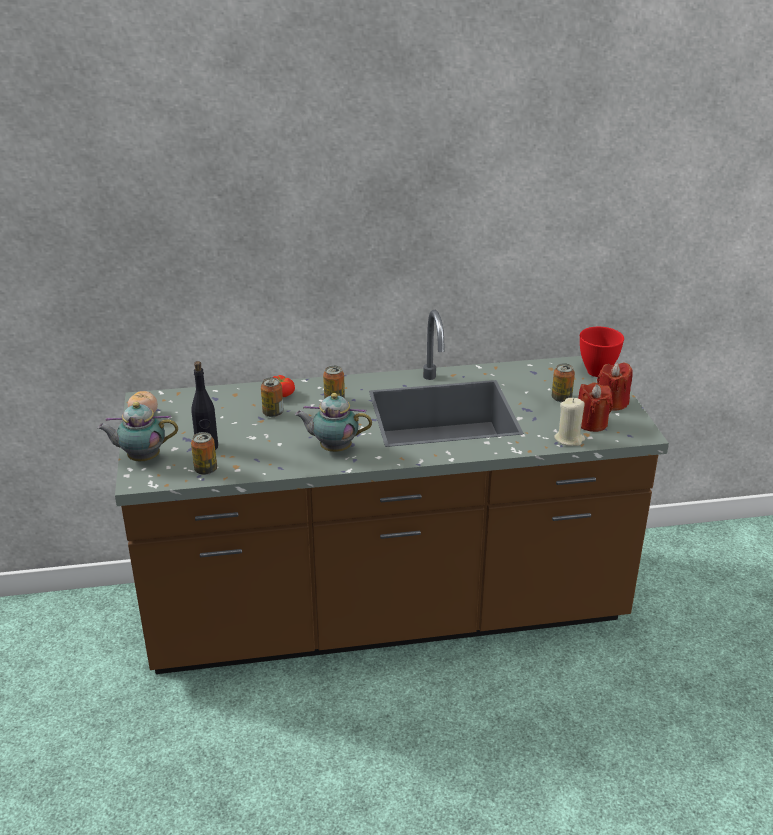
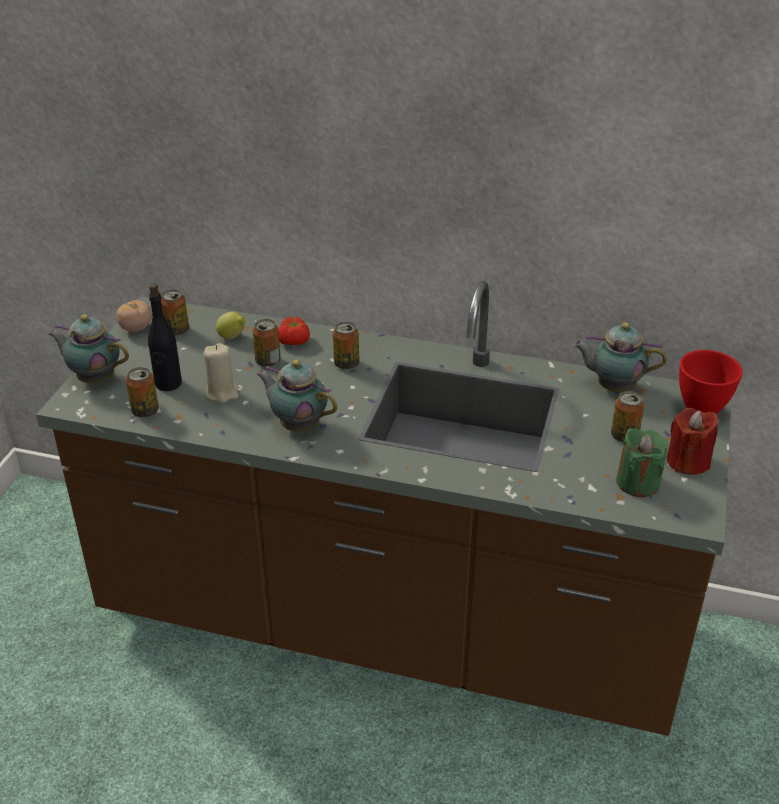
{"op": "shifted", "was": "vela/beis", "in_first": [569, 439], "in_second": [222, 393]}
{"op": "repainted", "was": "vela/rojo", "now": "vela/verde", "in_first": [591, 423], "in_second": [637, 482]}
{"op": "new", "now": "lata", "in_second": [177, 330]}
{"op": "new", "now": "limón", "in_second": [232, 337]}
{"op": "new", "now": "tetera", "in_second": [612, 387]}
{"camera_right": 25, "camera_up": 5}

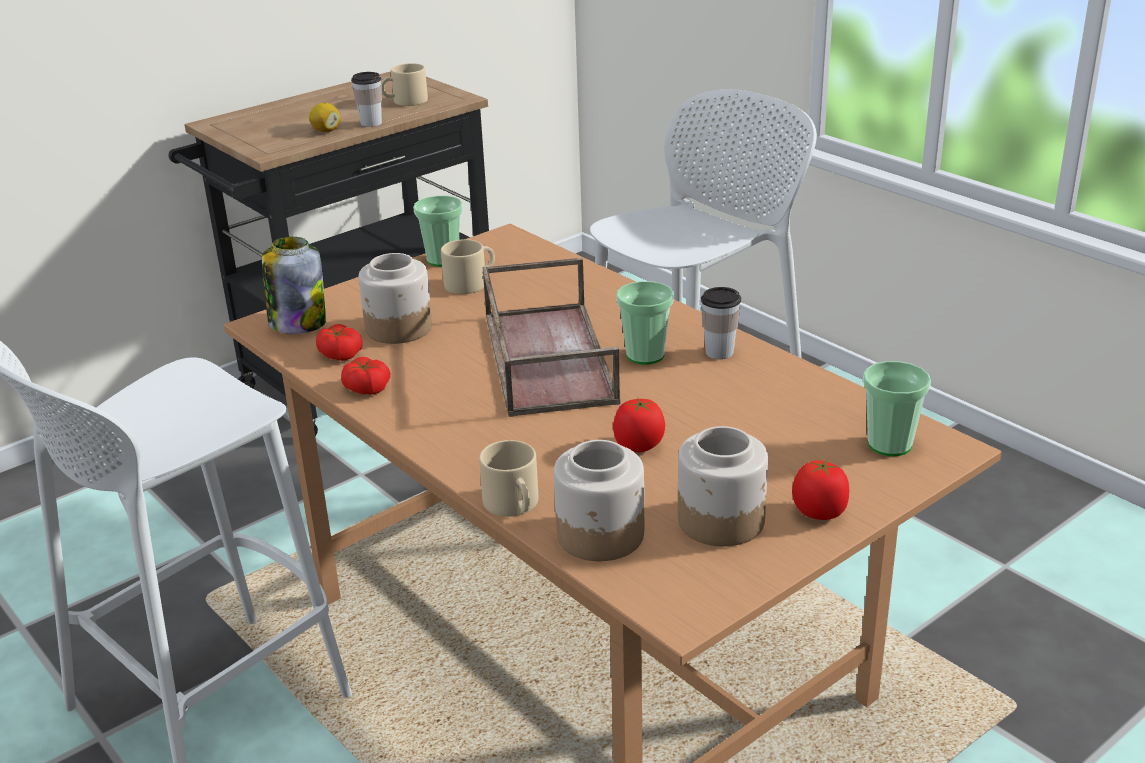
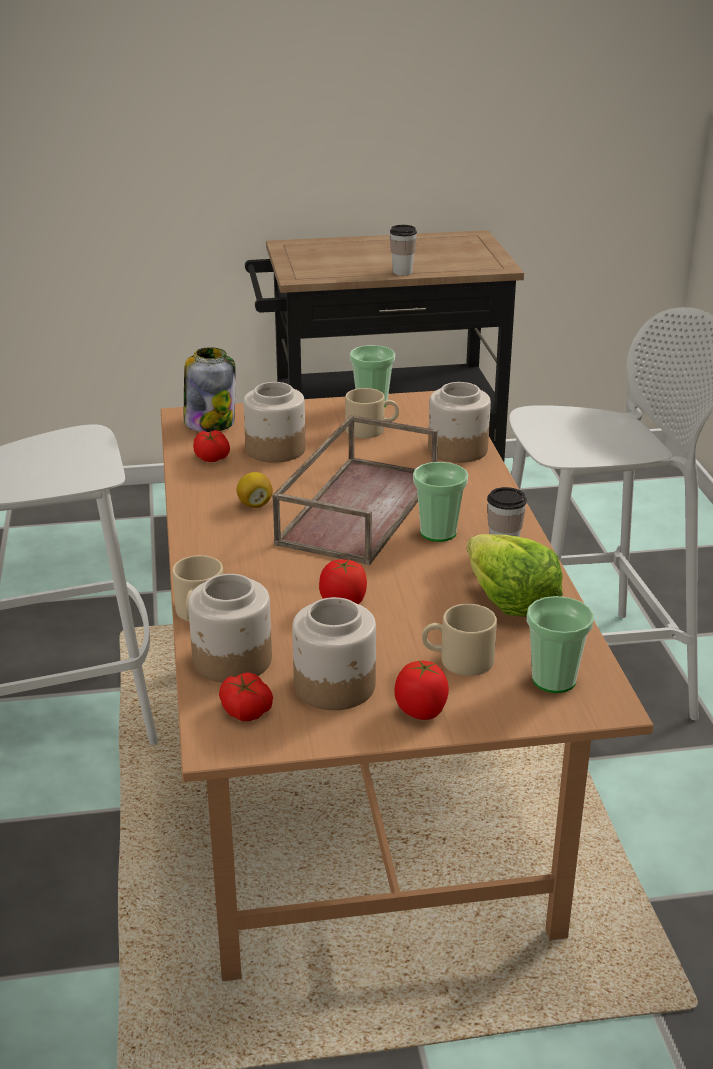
{"op": "shifted", "was": "limón", "in_first": [326, 131], "in_second": [255, 504]}
{"op": "shifted", "was": "tomate", "in_first": [367, 388], "in_second": [245, 709]}
{"op": "shifted", "was": "taza grande/beis", "in_first": [405, 102], "in_second": [457, 660]}
{"op": "new", "now": "tarro", "in_second": [457, 450]}
{"op": "new", "now": "lechuga", "in_second": [510, 601]}
{"camera_right": 30, "camera_up": 0}

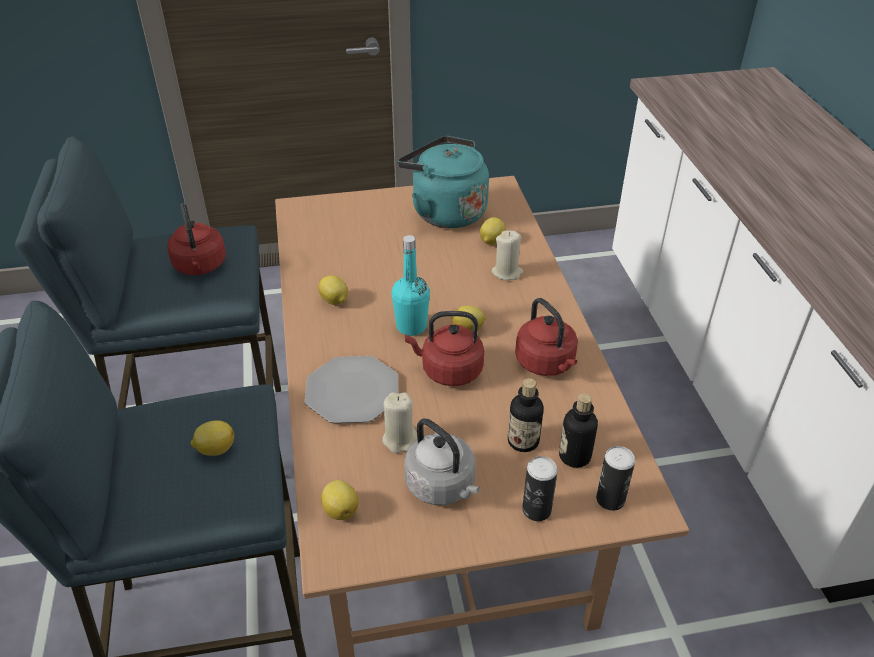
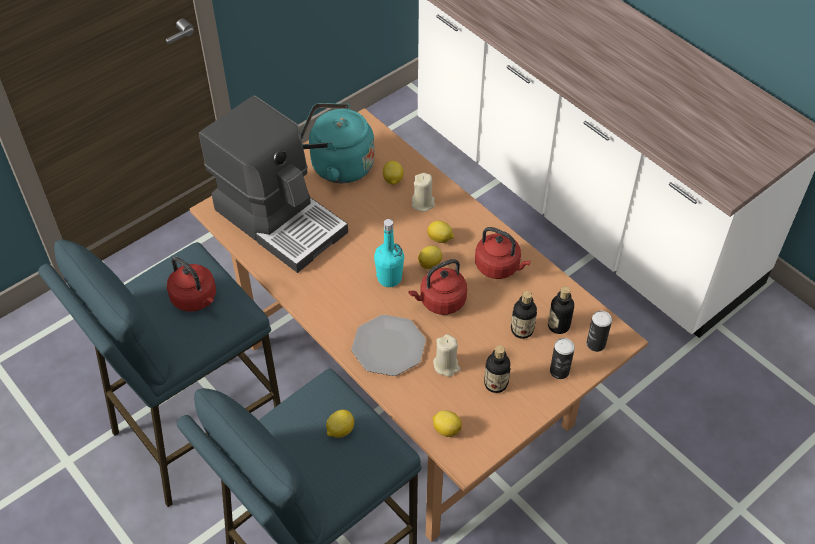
{"op": "shifted", "was": "limón", "in_first": [334, 301], "in_second": [440, 239]}
{"op": "swapped", "was": "hervidor/gris", "now": "botella", "in_first": [443, 486], "in_second": [495, 384]}
{"op": "new", "now": "cafetera", "in_second": [280, 219]}
{"camera_right": -30, "camera_up": 10}

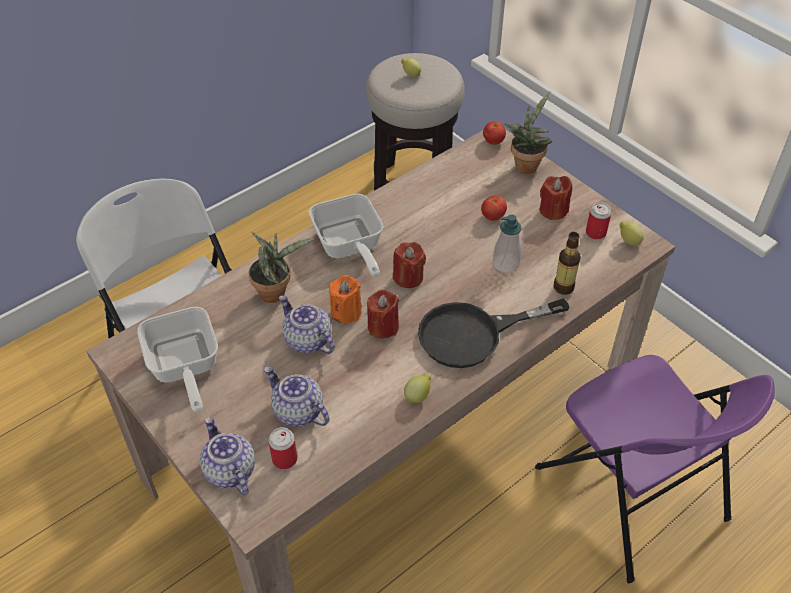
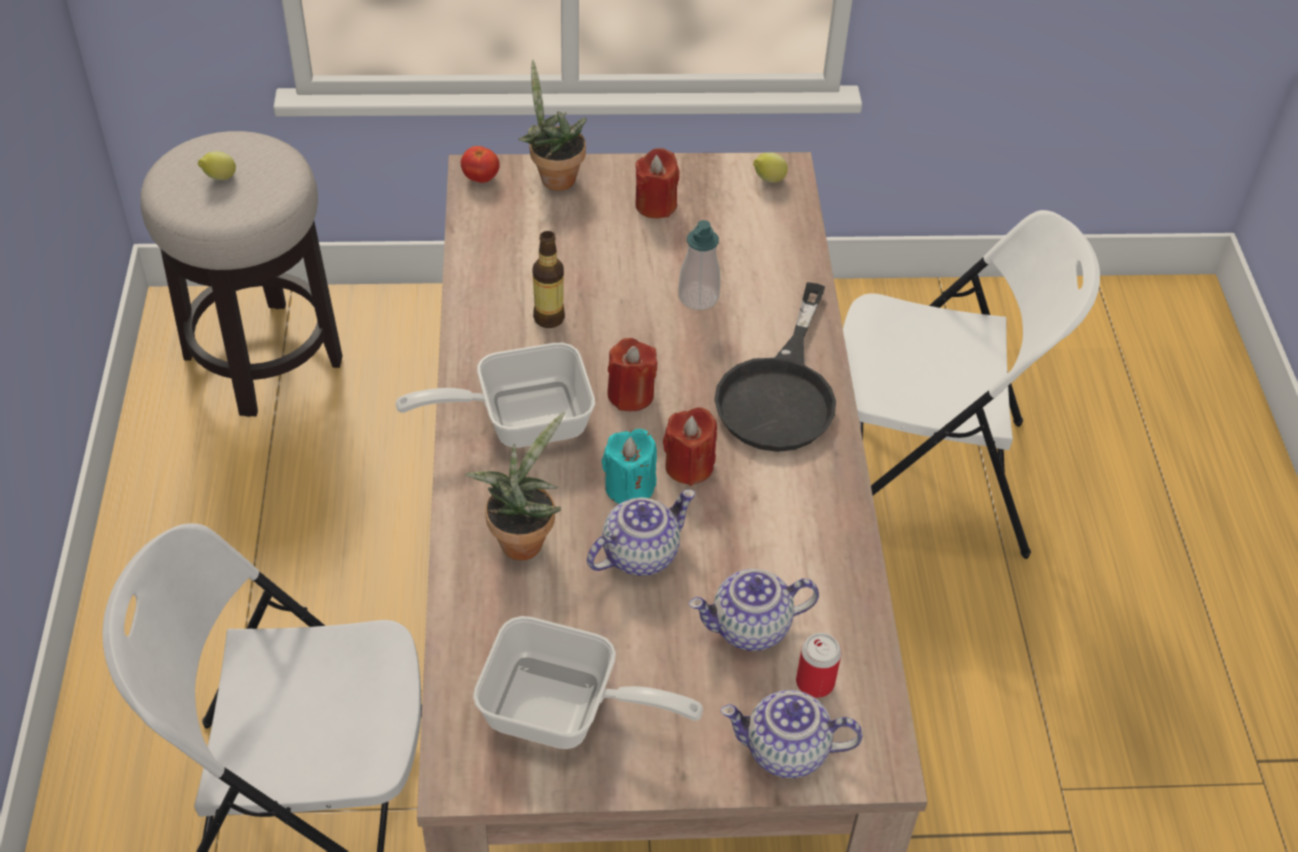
{"op": "rotated", "was": "tetera", "in_first": [307, 340], "in_second": [640, 553], "clockwise": 150}
{"op": "rotated", "was": "sartén", "in_first": [349, 247], "in_second": [519, 419], "clockwise": 150}
{"op": "repainted", "was": "vela/naranja", "now": "vela/turquesa", "in_first": [346, 312], "in_second": [629, 487]}
{"op": "gone", "was": "limón", "in_first": [418, 396]}
{"op": "gone", "was": "tomate", "in_first": [493, 217]}
{"op": "repainted", "was": "silla/morado", "now": "silla/blanco", "in_first": [630, 493], "in_second": [922, 477]}
{"op": "shifted", "was": "botella", "in_first": [563, 287], "in_second": [549, 318]}
{"op": "gone", "was": "lata", "in_first": [595, 233]}
{"camera_right": -55, "camera_up": 0}

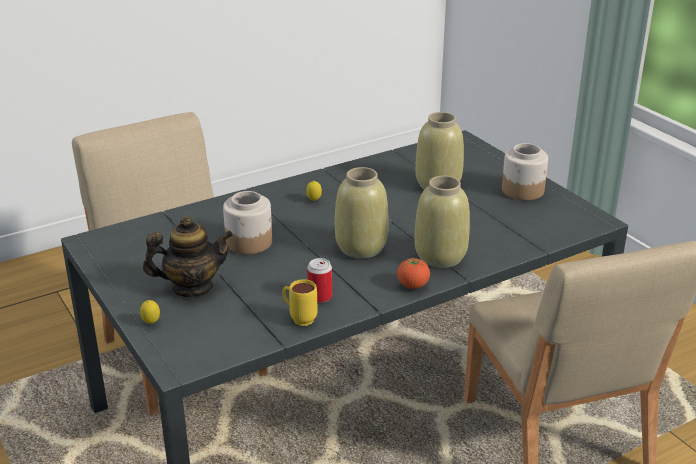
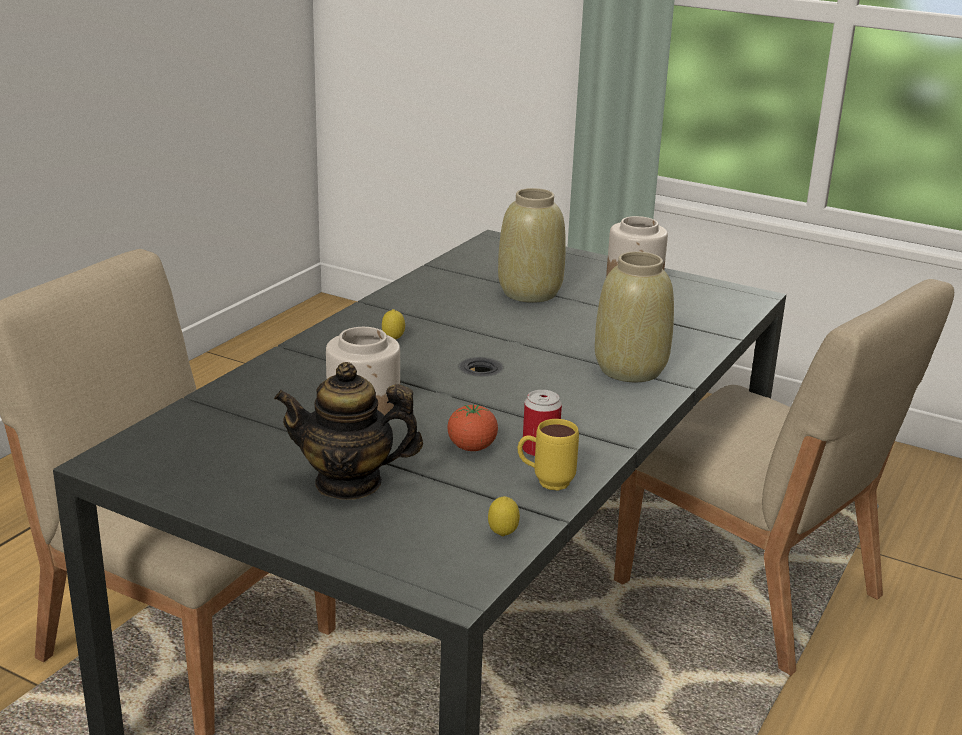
{"op": "shifted", "was": "limón", "in_first": [151, 323], "in_second": [502, 535]}
{"op": "rotated", "was": "tetera", "in_first": [192, 287], "in_second": [349, 483], "clockwise": -135}
{"op": "gone", "was": "florero/beis", "in_first": [360, 248]}
{"op": "shifted", "was": "tomate", "in_first": [413, 286], "in_second": [472, 448]}
{"camera_right": -30, "camera_up": -5}

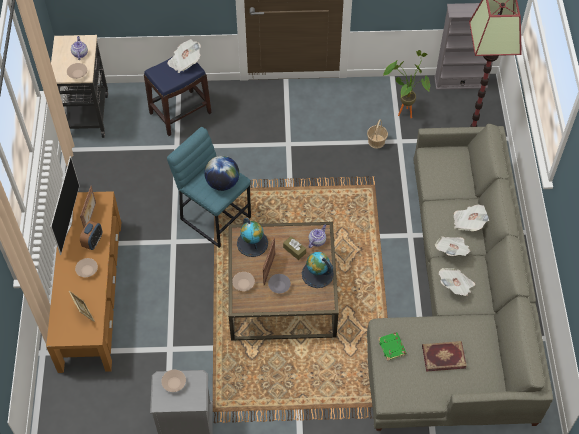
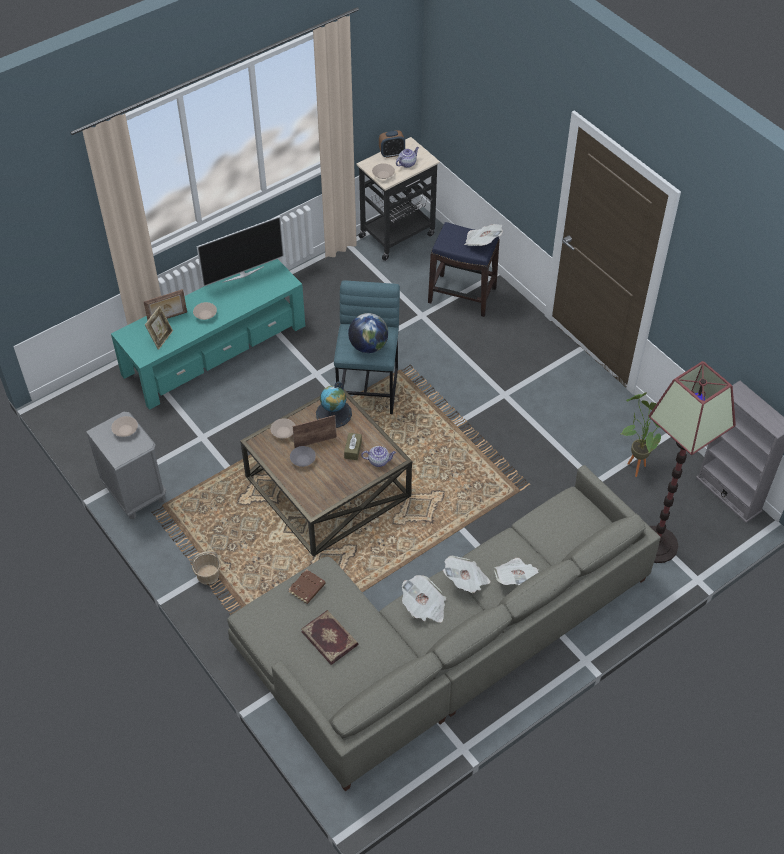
{"op": "repainted", "was": "mueble de televisión/marrón", "now": "mueble de televisión/turquesa", "in_first": [91, 294], "in_second": [215, 350]}
{"op": "shifted", "was": "portarretratos", "in_first": [91, 217], "in_second": [168, 318]}
{"op": "shifted", "was": "despertador", "in_first": [93, 242], "in_second": [392, 154]}
{"op": "gone", "was": "globo terráqueo", "in_first": [317, 274]}
{"op": "shifted", "was": "cesta", "in_first": [376, 141], "in_second": [208, 575]}
{"op": "repainted", "was": "libro/verde", "now": "libro/marrón", "in_first": [392, 347], "in_second": [307, 588]}
{"camera_right": 55, "camera_up": -5}

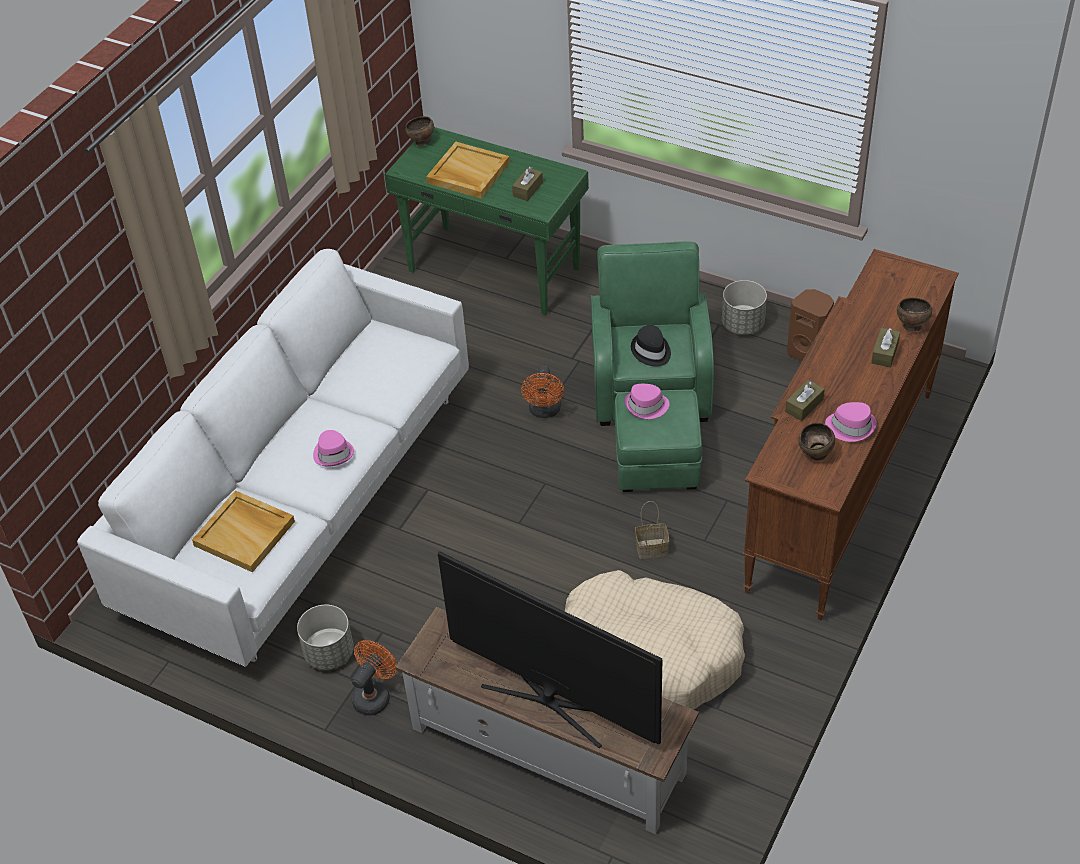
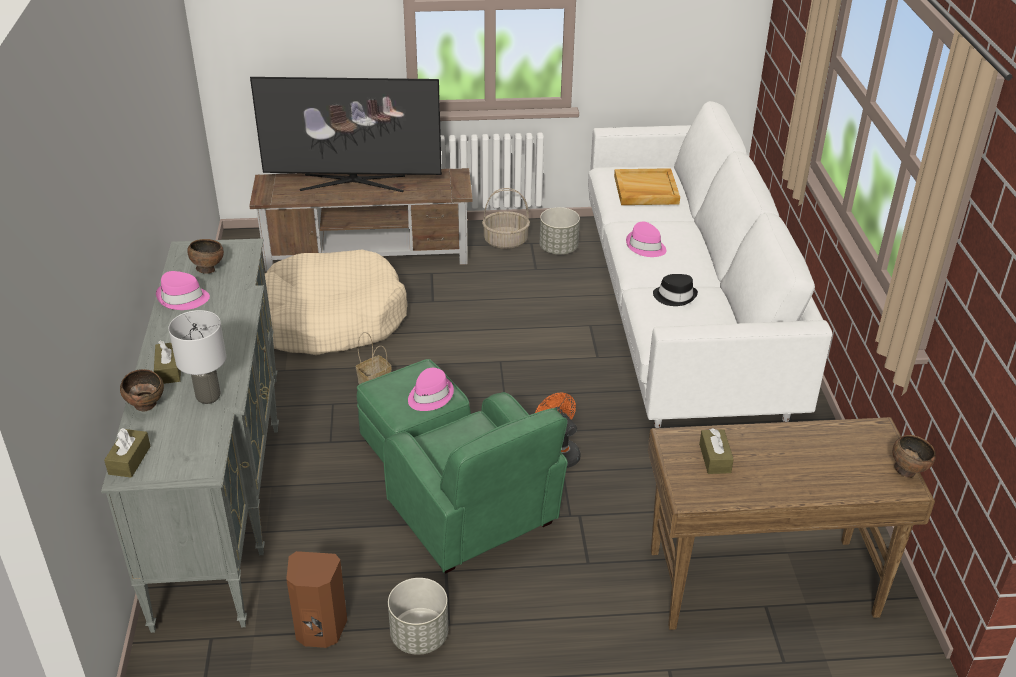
{"op": "swapped", "was": "ventilador/naranja", "now": "cesta", "in_first": [374, 695], "in_second": [506, 241]}
{"op": "repainted", "was": "mesa consola/verde", "now": "mesa consola/marrón", "in_first": [495, 270], "in_second": [760, 584]}
{"op": "gone", "was": "bandeja/beis", "in_first": [467, 173]}
{"op": "shifted", "was": "sombrero/negro", "in_first": [651, 351], "in_second": [675, 296]}
{"op": "repainted", "was": "armario/marrón", "now": "armario/gris", "in_first": [839, 489], "in_second": [223, 490]}
{"op": "shifted", "was": "caja de pañuelos/marrón", "in_first": [804, 406], "in_second": [129, 460]}
{"op": "new", "now": "lámpara de mesa/blanco", "in_second": [207, 397]}
{"camera_right": 145, "camera_up": -10}

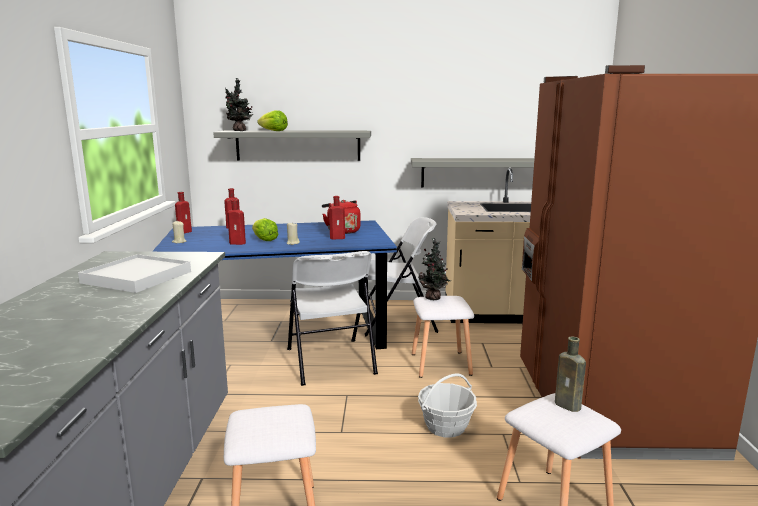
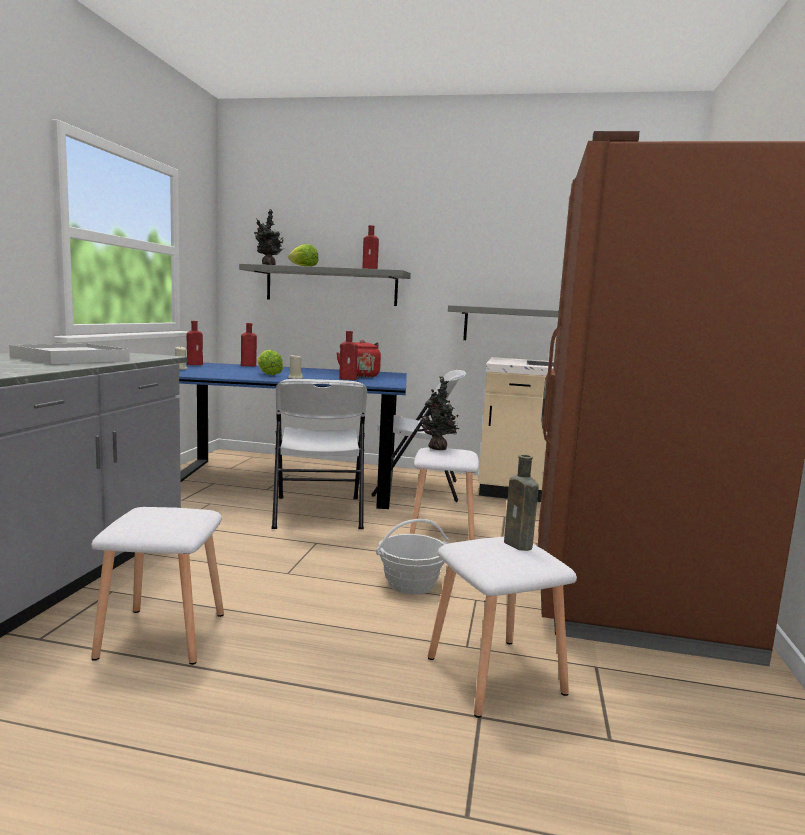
{"op": "shifted", "was": "botella/rojo", "in_first": [238, 243], "in_second": [371, 269]}
{"camera_right": 10, "camera_up": -5}

